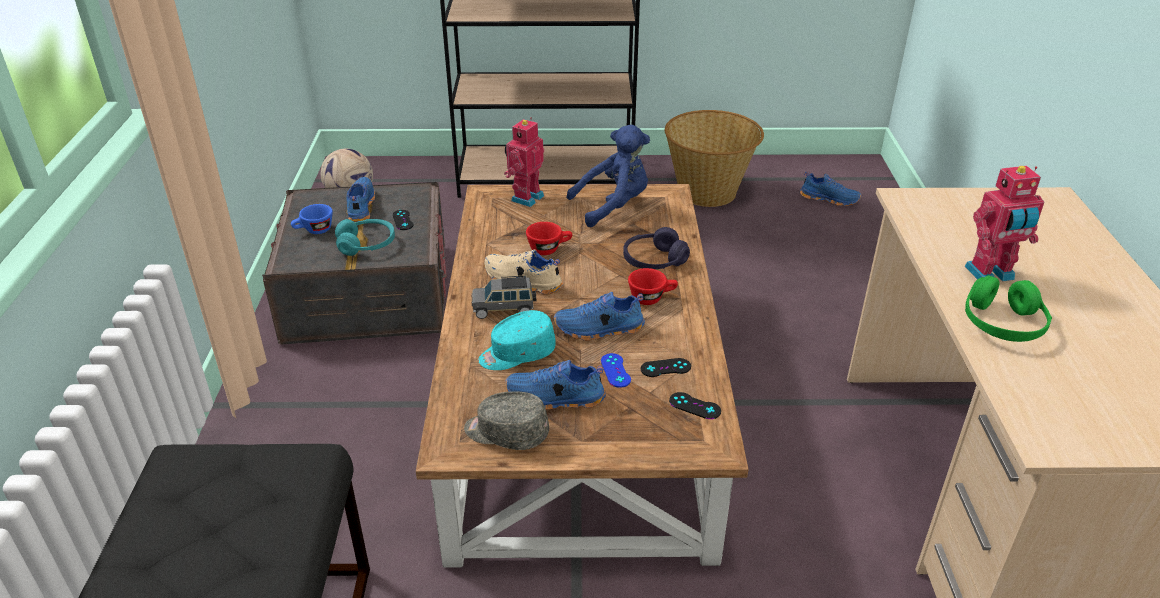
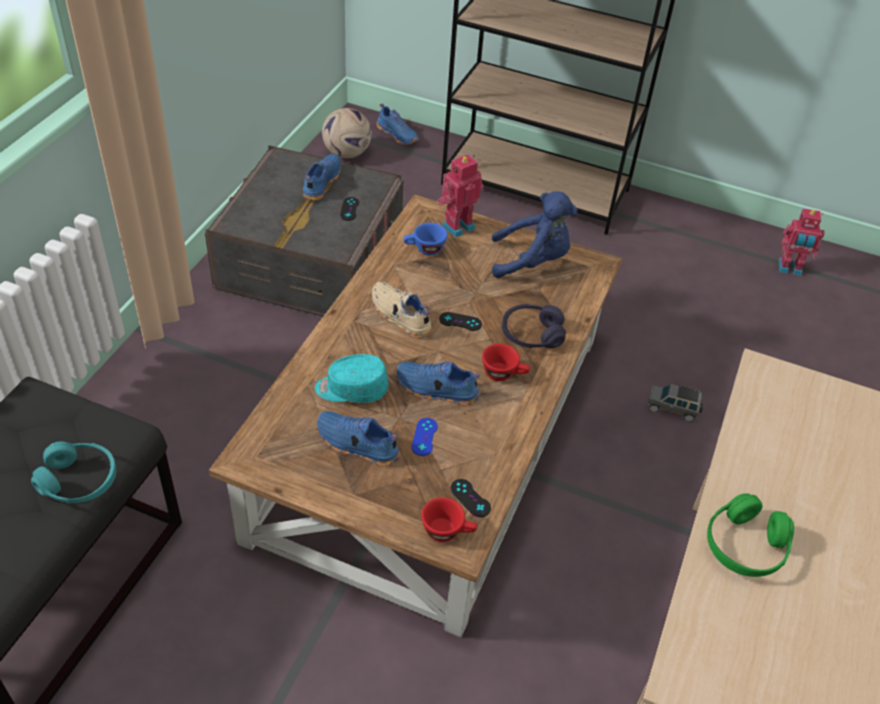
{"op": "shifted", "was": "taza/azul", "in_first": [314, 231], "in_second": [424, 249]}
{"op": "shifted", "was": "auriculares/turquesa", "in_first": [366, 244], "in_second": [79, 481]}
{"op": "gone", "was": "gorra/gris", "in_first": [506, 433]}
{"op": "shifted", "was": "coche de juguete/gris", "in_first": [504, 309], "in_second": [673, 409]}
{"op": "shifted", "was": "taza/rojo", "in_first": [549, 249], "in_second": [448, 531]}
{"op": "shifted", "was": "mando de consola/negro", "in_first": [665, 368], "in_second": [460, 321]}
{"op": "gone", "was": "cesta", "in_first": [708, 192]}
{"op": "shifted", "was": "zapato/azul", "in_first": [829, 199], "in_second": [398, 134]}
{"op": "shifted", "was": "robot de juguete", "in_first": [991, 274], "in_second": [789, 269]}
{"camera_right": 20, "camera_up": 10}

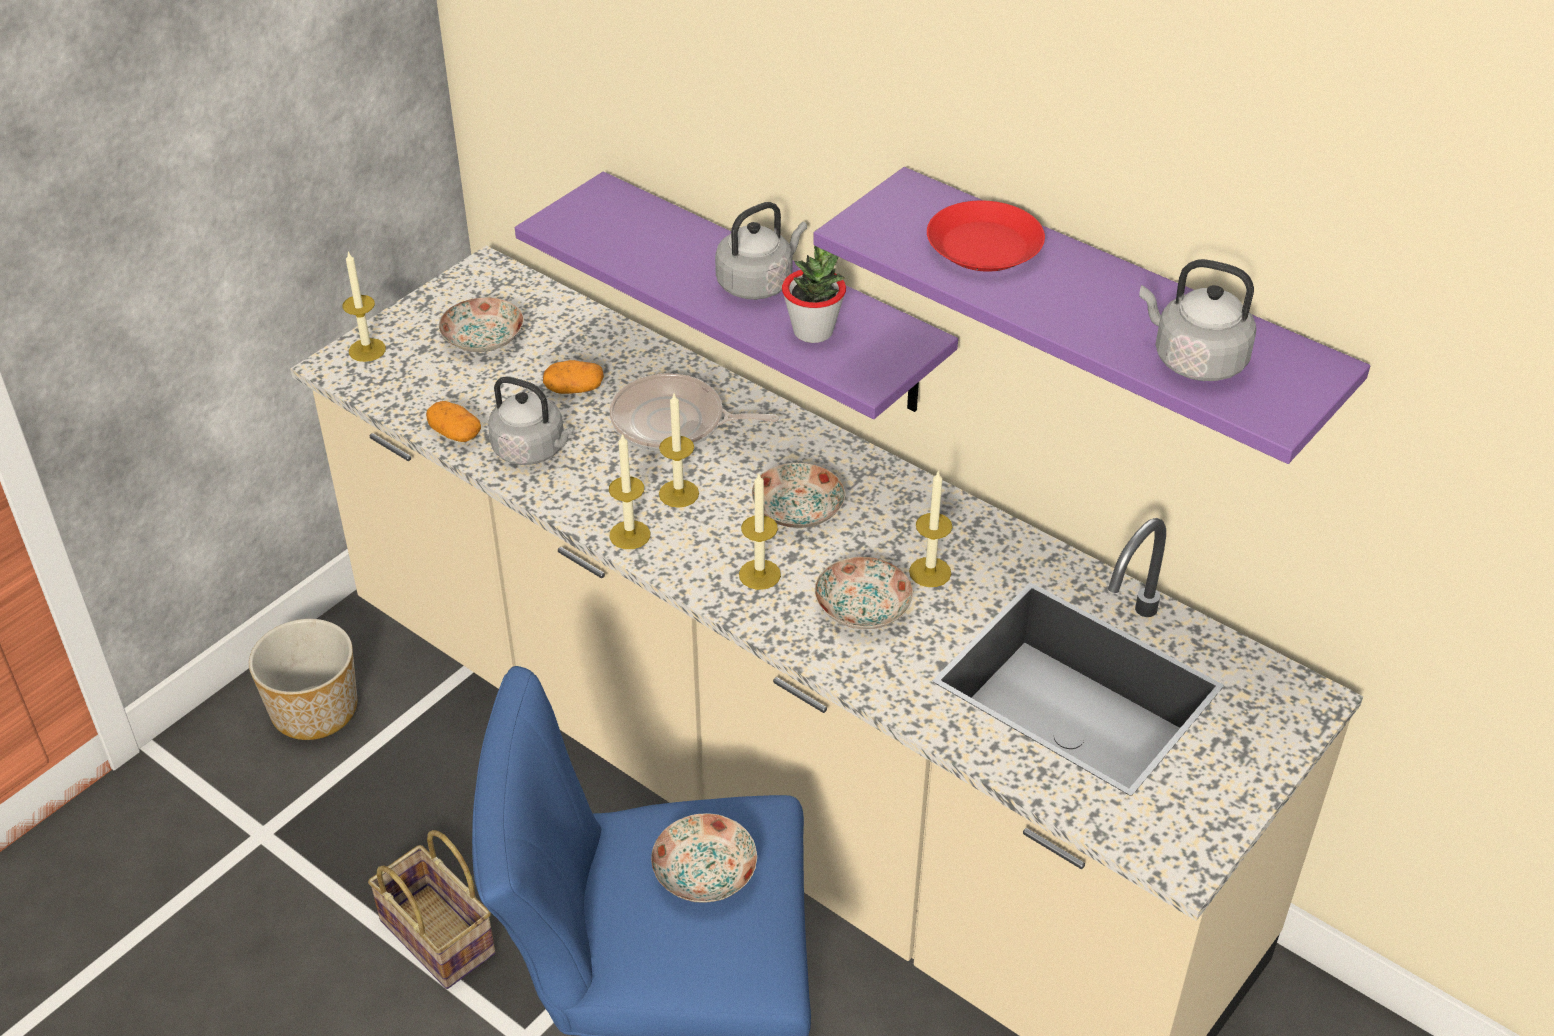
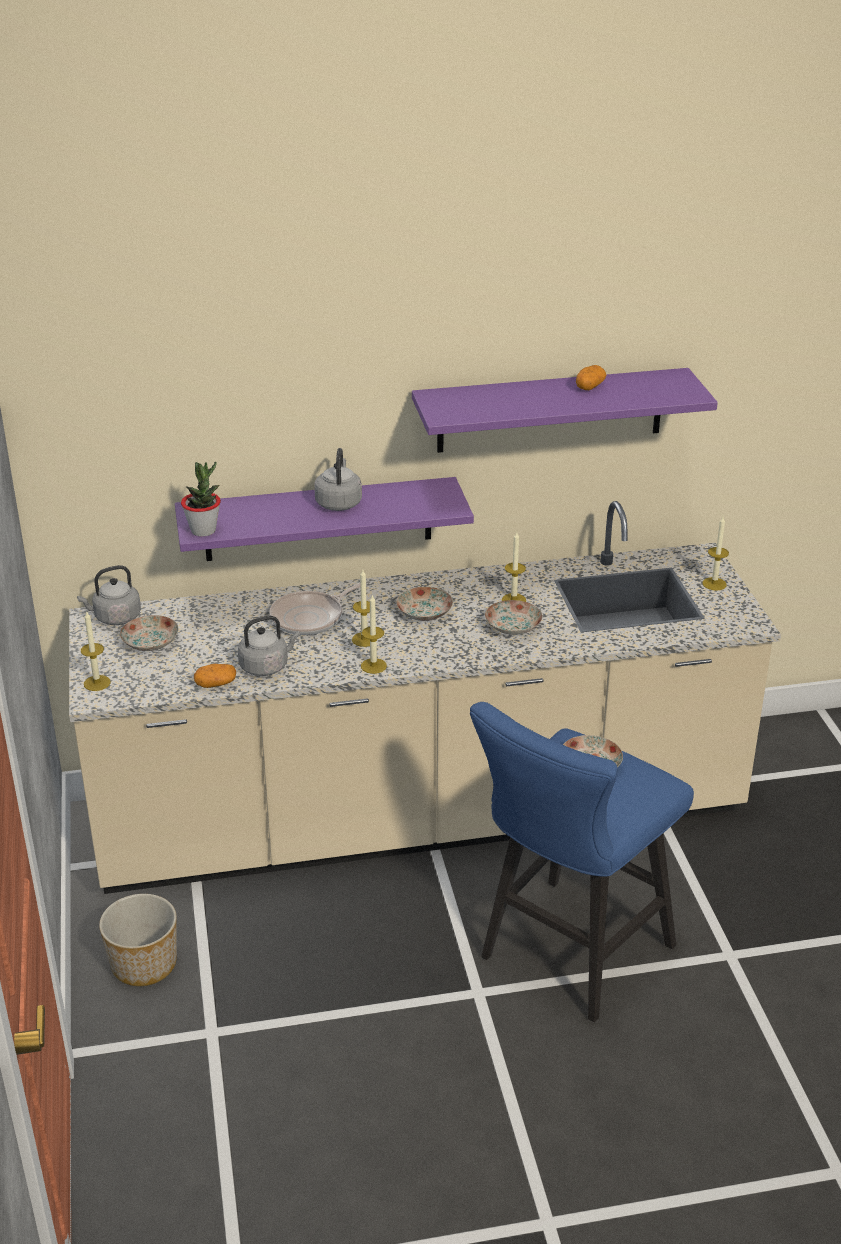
{"op": "gone", "was": "cesta", "in_first": [441, 937]}
{"op": "shifted", "was": "patata", "in_first": [574, 389], "in_second": [589, 387]}
{"op": "shifted", "was": "vela", "in_first": [759, 574], "in_second": [714, 584]}
{"op": "shifted", "was": "planta en maceta", "in_first": [813, 331], "in_second": [203, 530]}
{"op": "gone", "was": "plato/rojo", "in_first": [985, 246]}
{"op": "shifted", "was": "hervidor/gris", "in_first": [1194, 360], "in_second": [115, 618]}
{"camera_right": -50, "camera_up": -10}

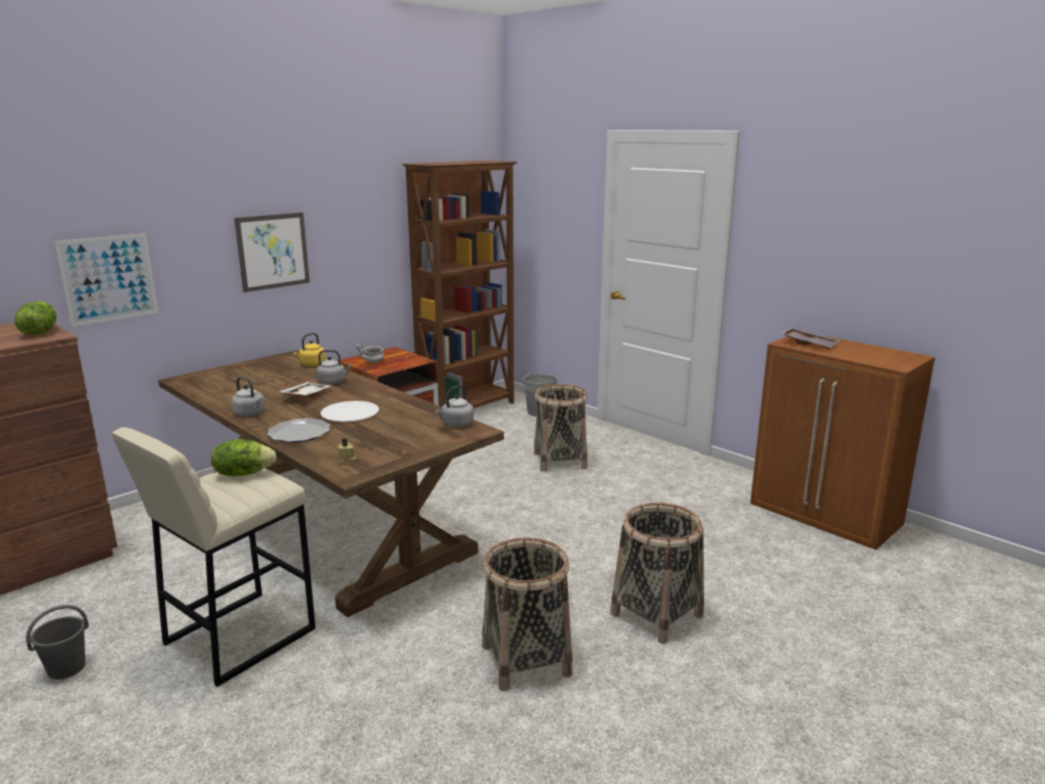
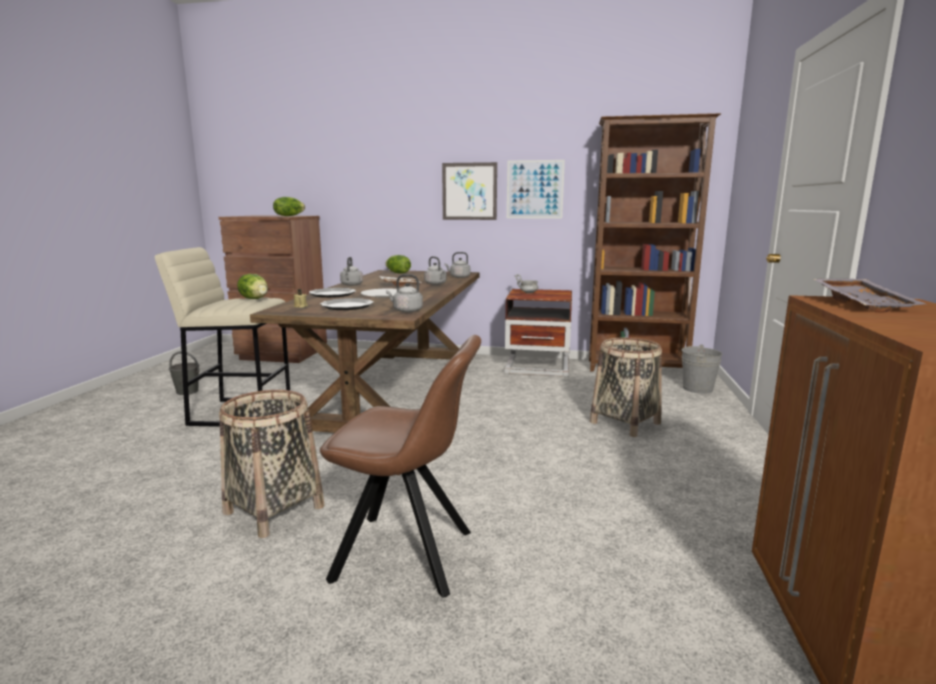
{"op": "shifted", "was": "cuadro", "in_first": [109, 278], "in_second": [535, 189]}
{"op": "repainted", "was": "hervidor/amarillo", "now": "hervidor/gris", "in_first": [311, 364], "in_second": [458, 277]}
{"op": "swapped", "was": "cesta", "now": "silla/marrón", "in_first": [657, 615], "in_second": [405, 555]}
{"op": "new", "now": "plato", "in_second": [347, 306]}
{"op": "new", "now": "lechuga", "in_second": [398, 273]}
{"camera_right": 55, "camera_up": -5}

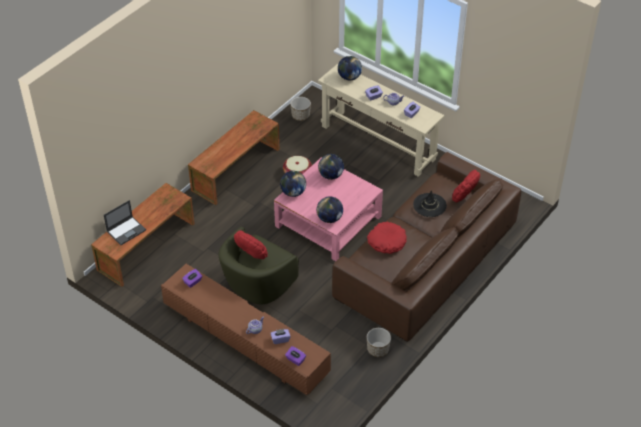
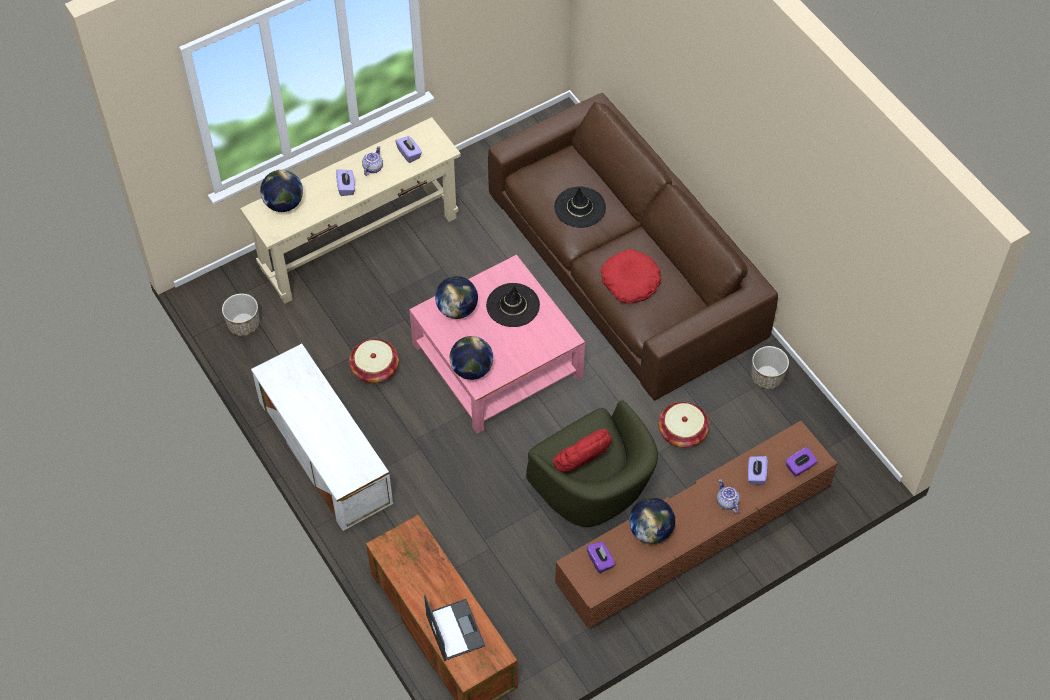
{"op": "repainted", "was": "banco/marrón", "now": "banco/blanco", "in_first": [235, 169], "in_second": [323, 452]}
{"op": "shifted", "was": "globo terráqueo", "in_first": [329, 218], "in_second": [650, 531]}
{"op": "gone", "was": "cojín/rojo", "in_first": [464, 197]}
{"op": "new", "now": "sombrero/negro", "in_second": [513, 305]}
{"op": "new", "now": "cesta", "in_second": [682, 432]}
{"camera_right": -70, "camera_up": 10}

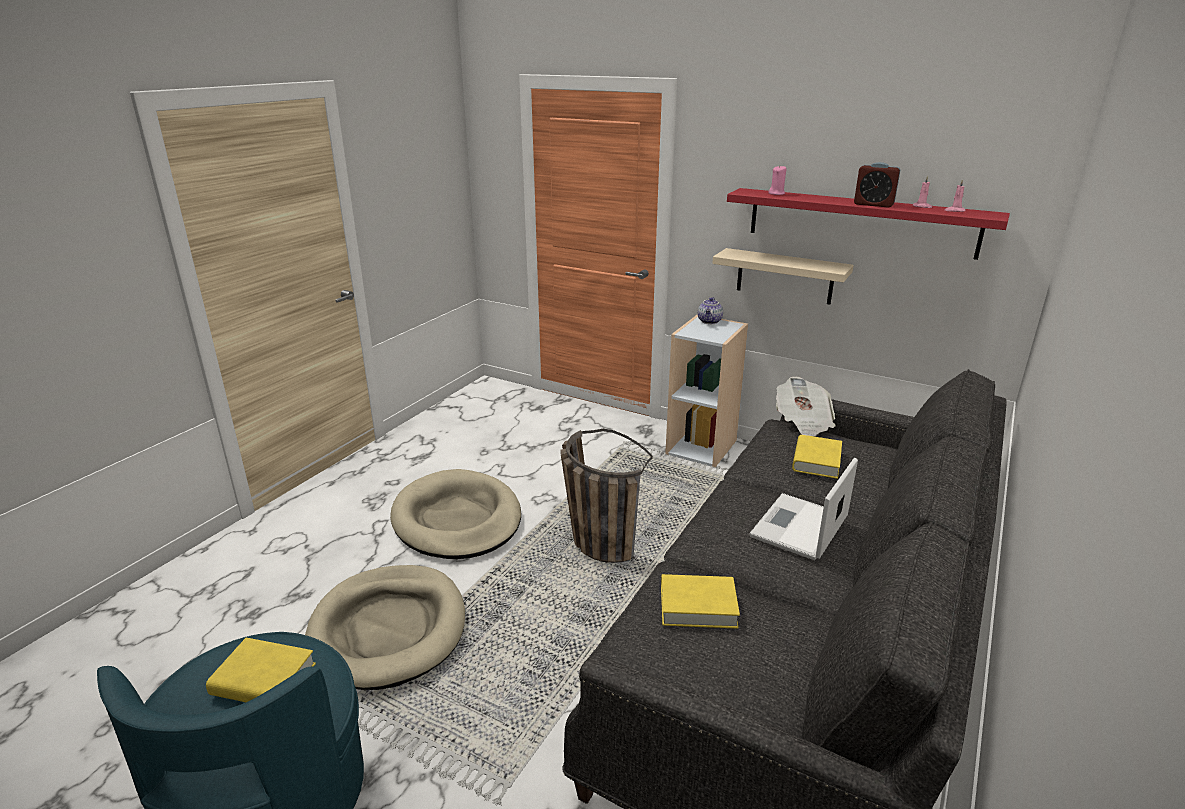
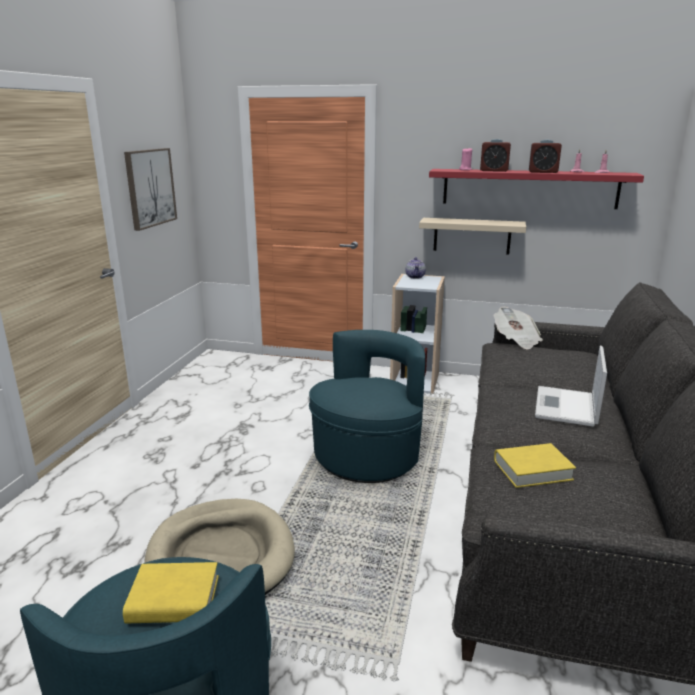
{"op": "gone", "was": "cama para perro/beis", "in_first": [457, 519]}
{"op": "swapped", "was": "cesta", "now": "sillón/turquesa", "in_first": [594, 538], "in_second": [365, 457]}
{"op": "gone", "was": "libro/amarillo", "in_first": [816, 461]}
{"op": "new", "now": "cuadro", "in_second": [150, 188]}
{"op": "new", "now": "despertador", "in_second": [494, 170]}
{"camera_right": -15, "camera_up": -5}

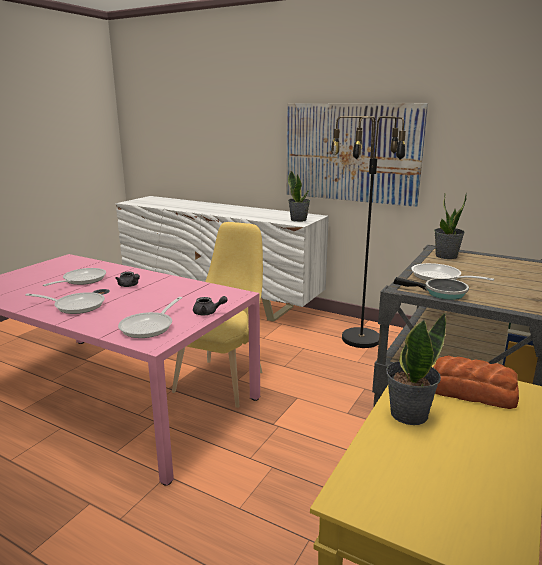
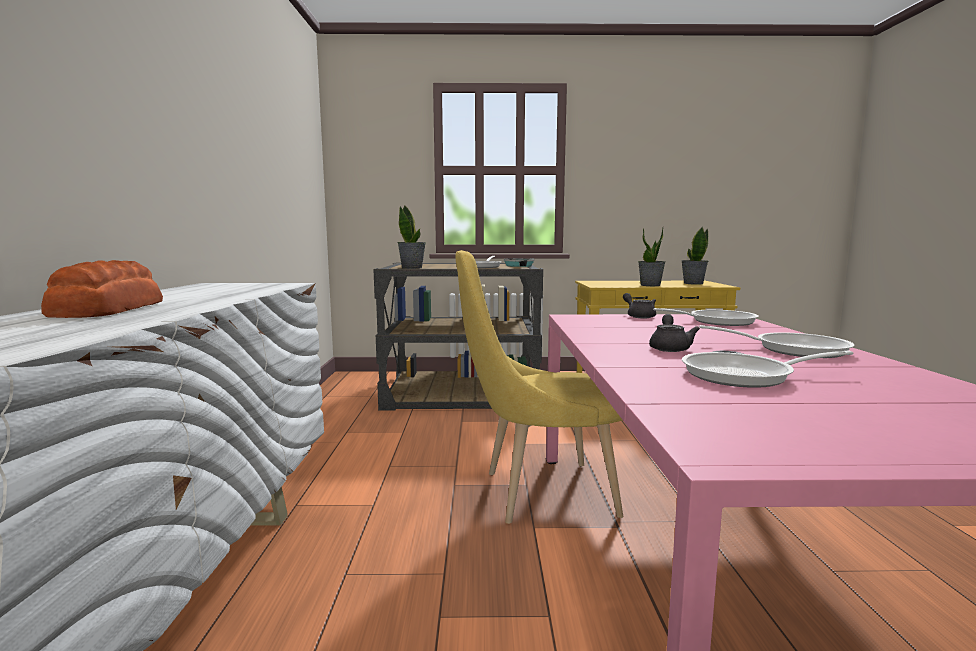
{"op": "rotated", "was": "sartén", "in_first": [75, 306], "in_second": [792, 349], "clockwise": 135}
{"op": "gone", "was": "cuadro", "in_first": [351, 153]}
{"op": "shifted", "was": "planta en maceta", "in_first": [298, 220], "in_second": [693, 283]}
{"op": "gone", "was": "lámpara de pie", "in_first": [360, 339]}
{"op": "shifted", "was": "pan", "in_first": [470, 391], "in_second": [107, 310]}
{"camera_right": -120, "camera_up": -10}

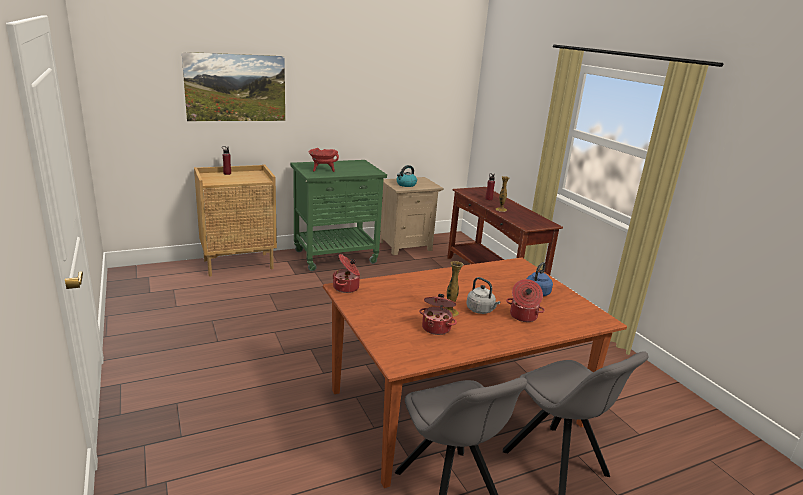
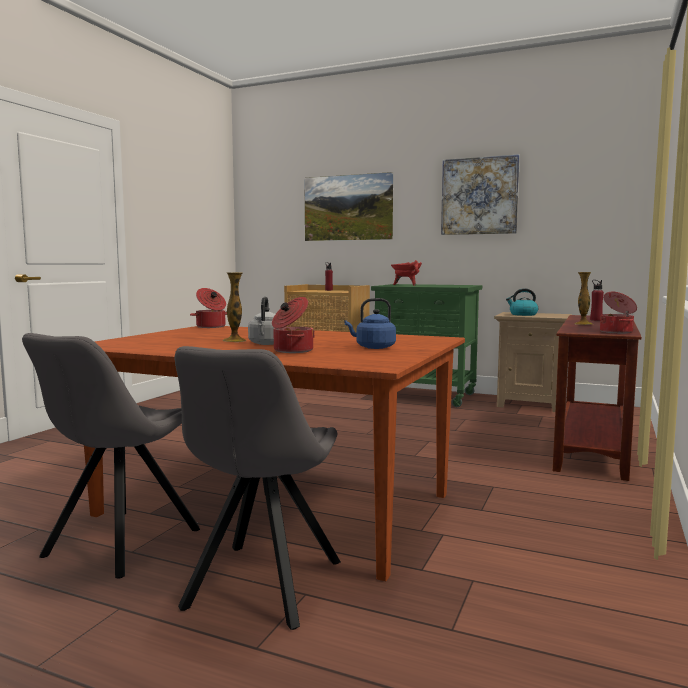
{"op": "shifted", "was": "olla", "in_first": [436, 327], "in_second": [617, 332]}
{"op": "new", "now": "cuadro", "in_second": [479, 196]}
{"camera_right": 50, "camera_up": -15}

